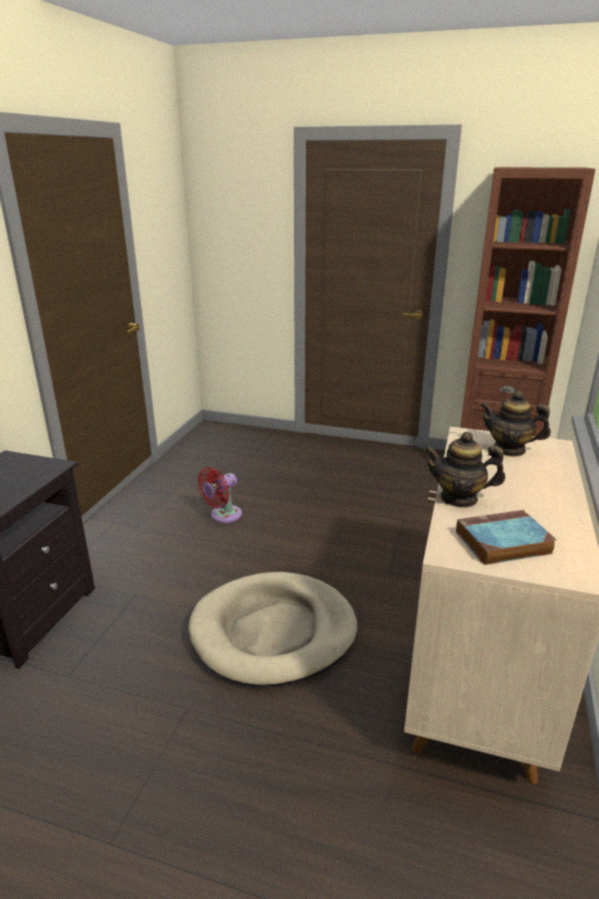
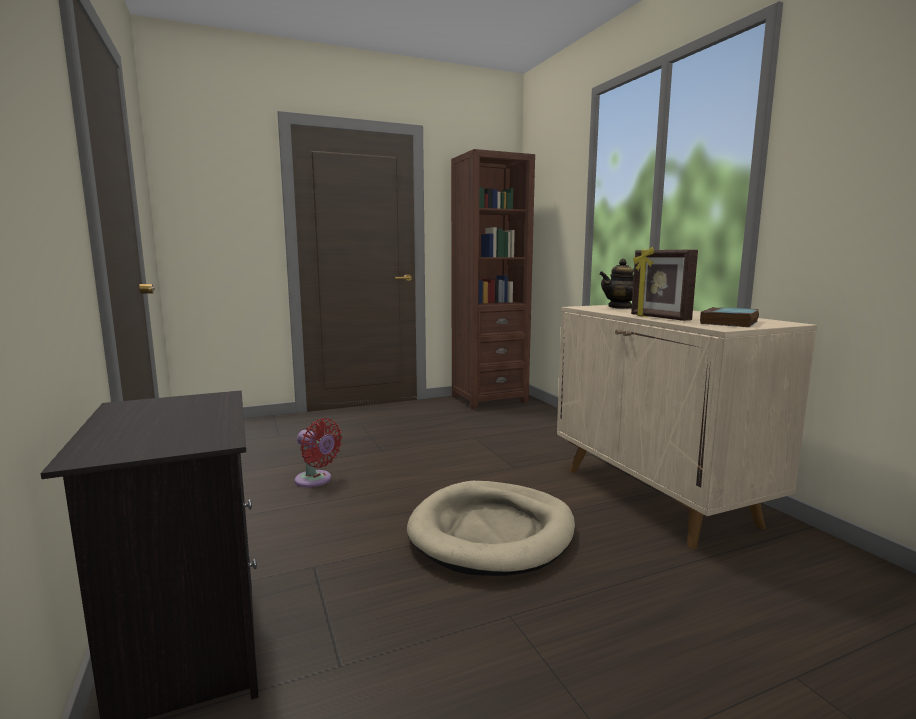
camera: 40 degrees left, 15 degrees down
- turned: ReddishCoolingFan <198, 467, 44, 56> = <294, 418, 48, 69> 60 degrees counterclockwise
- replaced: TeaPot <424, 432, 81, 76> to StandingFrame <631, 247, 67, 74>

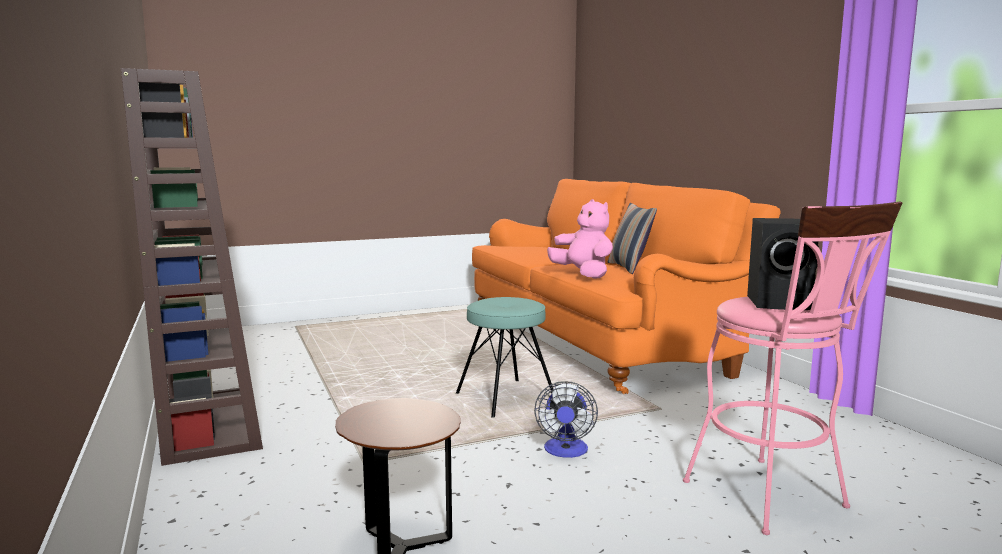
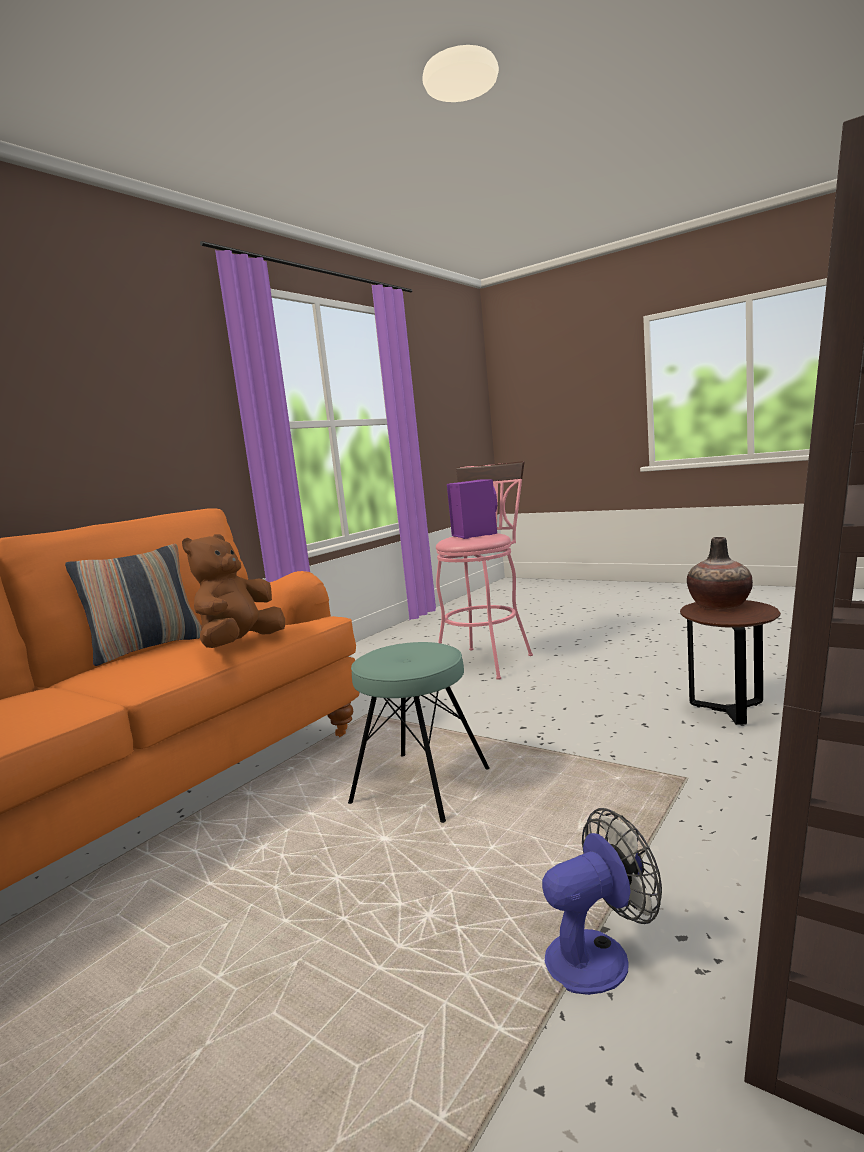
camera: 120 degrees left, 0 degrees up
- moved: CoolingFan <534, 381, 64, 77> to <542, 808, 120, 187>
- recoloured: PinkishSoftToy <547, 199, 66, 80> to BrownSoftToy <182, 534, 103, 114>
- recoloured: BlackishAudioSpeaker <747, 218, 72, 92> to PurplishAudioSpeaker <447, 479, 50, 60>
- added: Vase <687, 537, 66, 72>

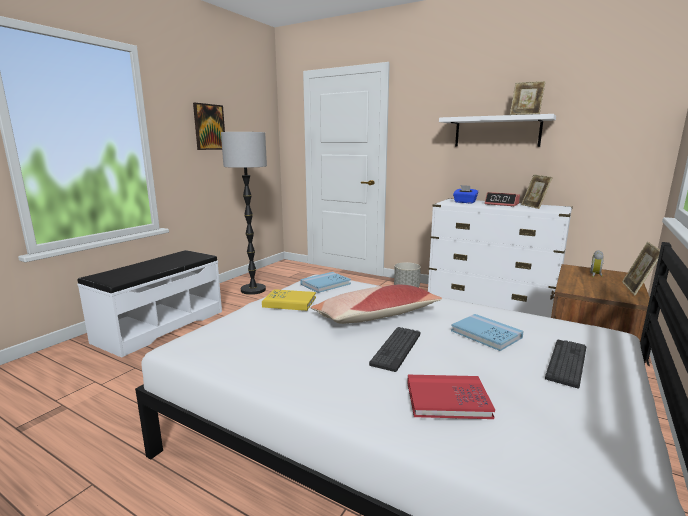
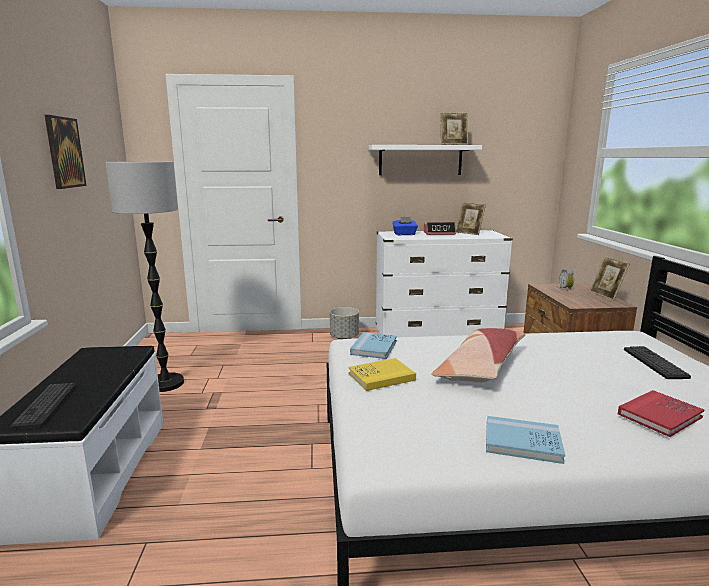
camera: 35 degrees left, 0 degrees up
- moved: Keyboard <369, 327, 51, 45> to <10, 383, 66, 46>
- moved: BlueColouredBoundBook <451, 314, 73, 37> to <486, 416, 79, 48>

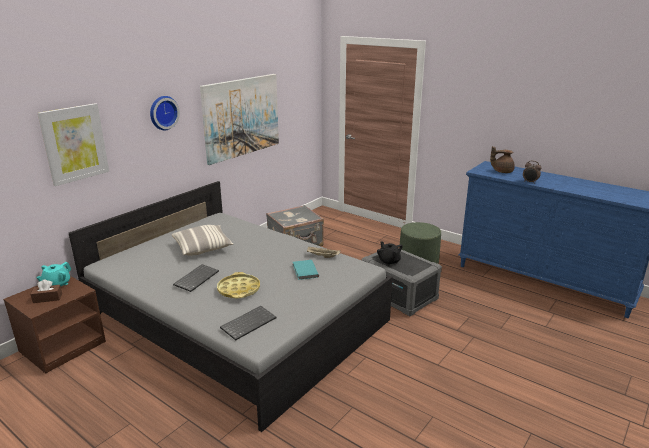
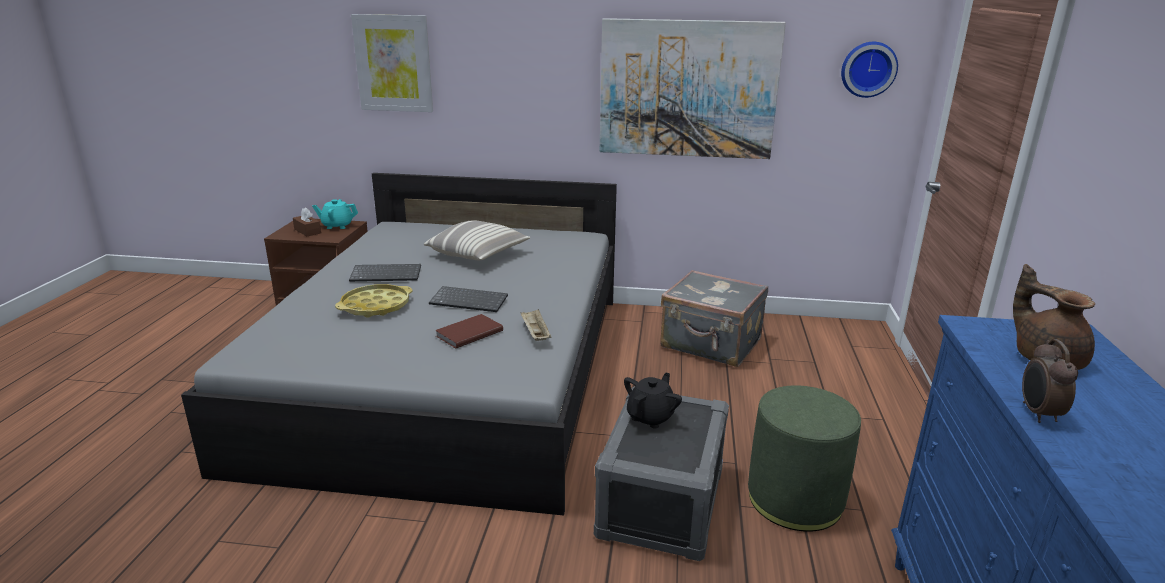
camera: 60 degrees right, 0 degrees up
- moved: ClockOnTheWall <150, 96, 30, 34> to <841, 42, 57, 56>
- moved: Keyboard <220, 306, 57, 34> to <429, 286, 79, 26>
- recoloured: BlueGreenBoundBook <293, 260, 26, 20> to BrownBoundBook <435, 314, 68, 35>

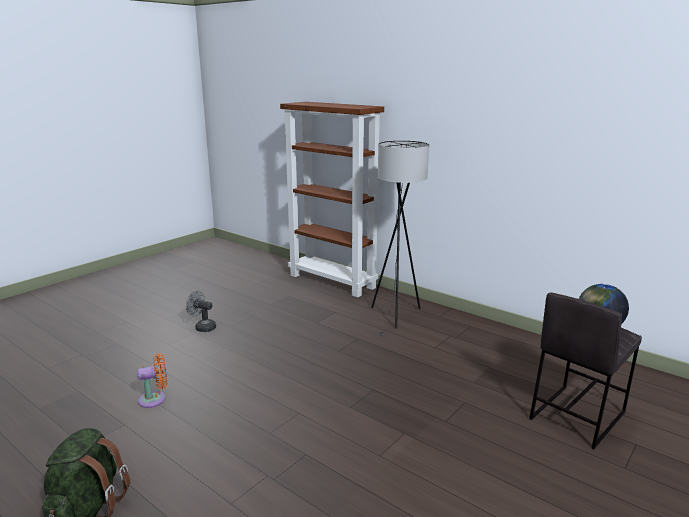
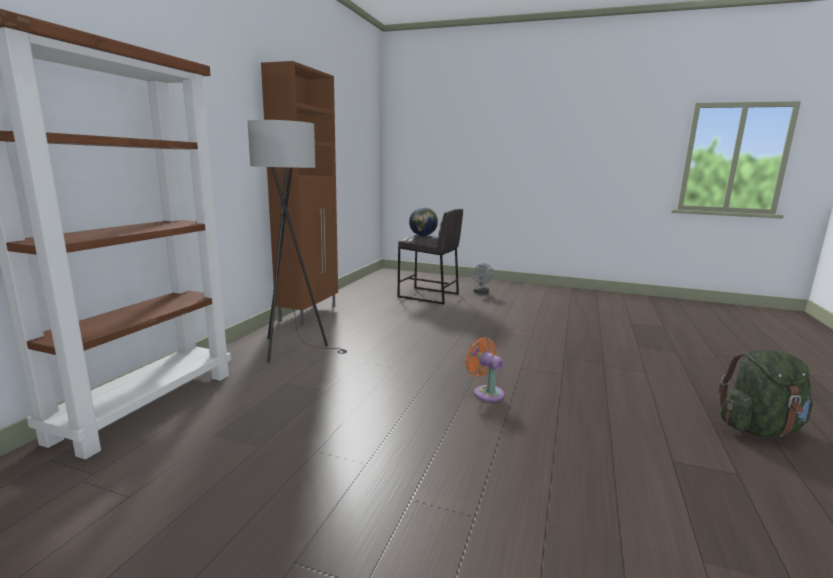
camera: 110 degrees left, 5 degrees down
- moved: OrangeyCoolingFan <137, 353, 30, 55> to <465, 337, 39, 65>
- moved: GreyCoolingFan <186, 290, 30, 42> to <473, 264, 21, 30>
- added: BrownStorageCabinet <261, 61, 77, 264>

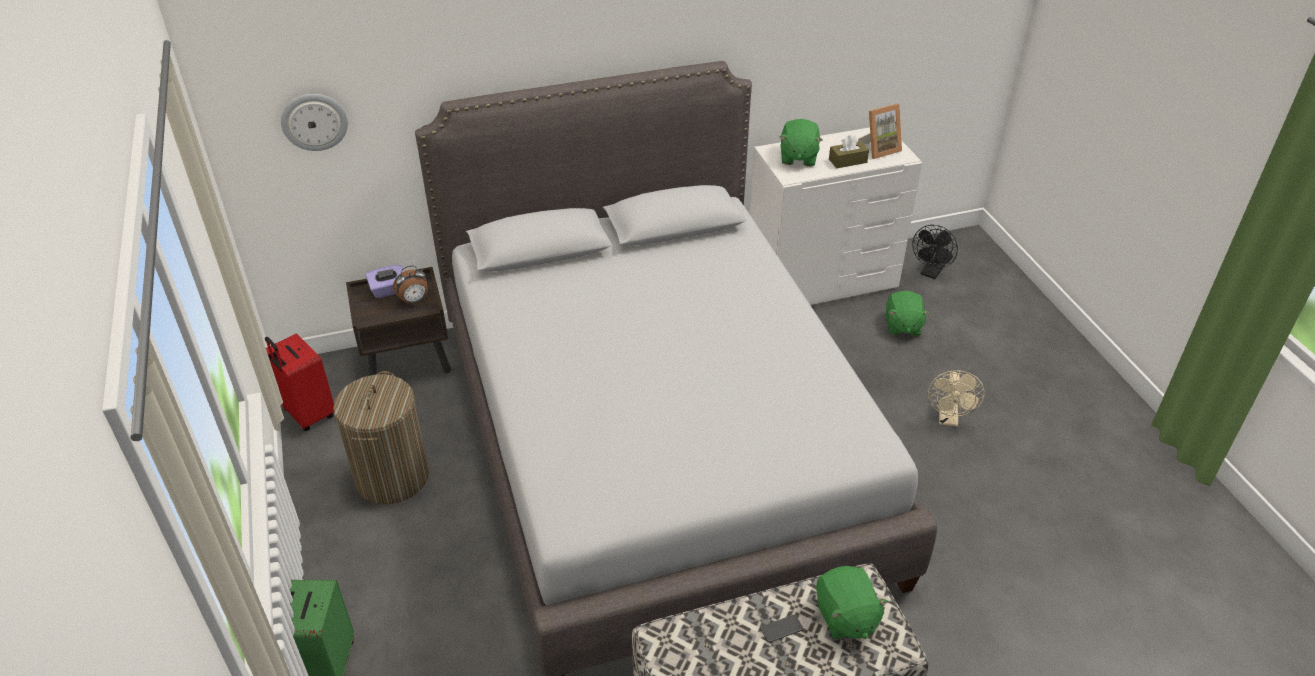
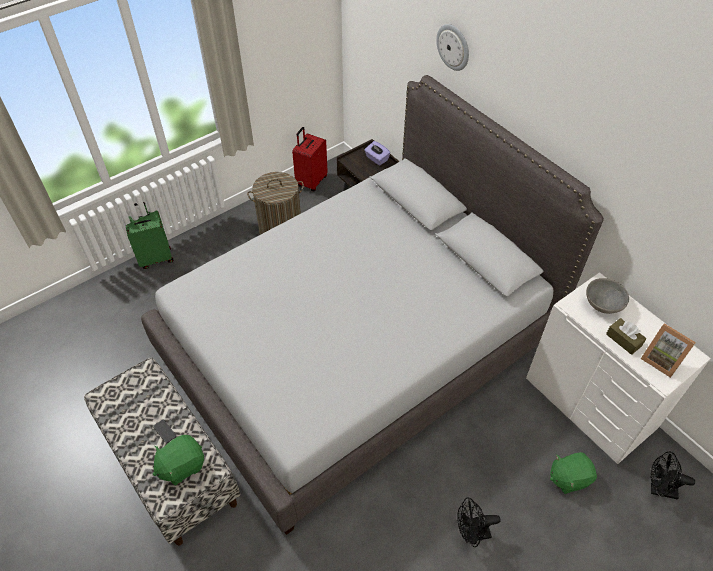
camera: 70 degrees right, 10 degrees up
- moved: ClockOnTheWall <281, 94, 67, 57> to <436, 24, 33, 47>
- removed: AlarmClock <393, 265, 35, 40>
- replaced: GreenColouredSoftToy <779, 119, 44, 47> to GreyDeepDish <586, 278, 43, 36>
- recoloured: BeigeColouredCoolingFan <928, 370, 57, 57> to BlackishCoolingFan <457, 497, 44, 50>

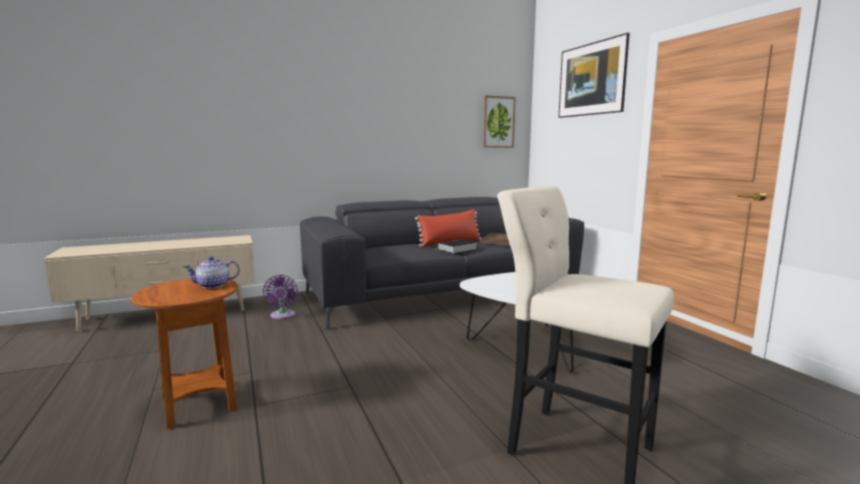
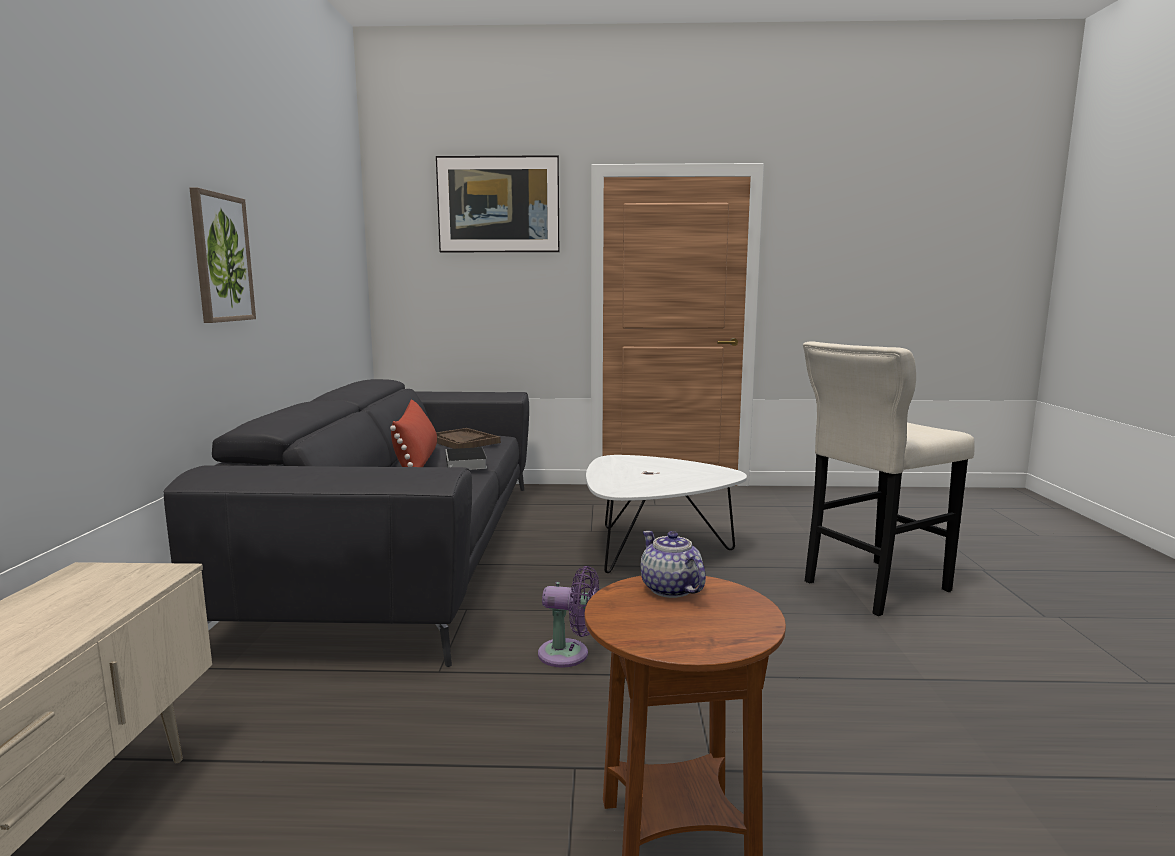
camera: 65 degrees left, 0 degrees up
- turned: TeaPot <183, 256, 57, 33> = <640, 531, 66, 67> 150 degrees clockwise
- moved: PurplishCoolingFan <263, 275, 35, 44> to <538, 566, 61, 102>
- moved: Picture <483, 95, 33, 53> to <190, 188, 66, 135>

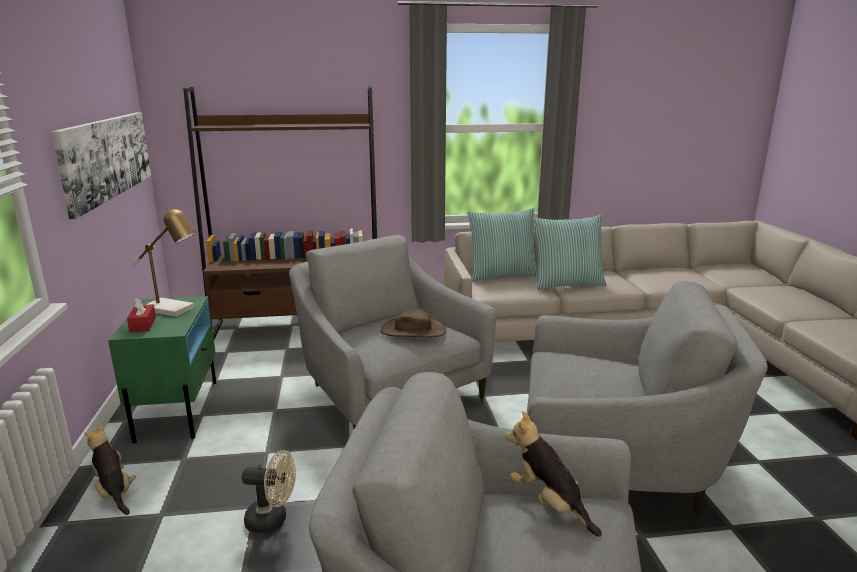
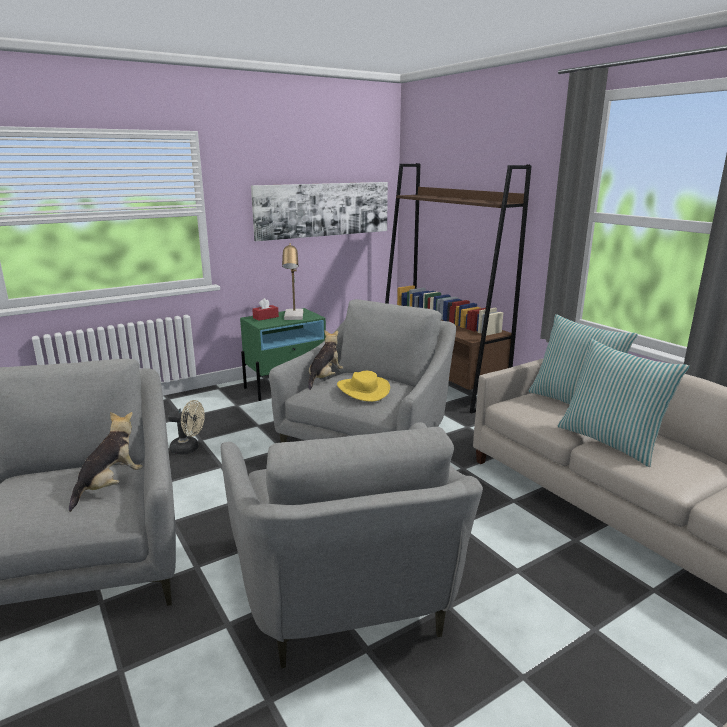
camera: 65 degrees right, 0 degrees up
- moved: SoftToy <84, 424, 52, 91> to <308, 330, 35, 60>
- turned: BeigeColouredCoolingFan <242, 450, 54, 83> = <168, 400, 37, 55> 60 degrees counterclockwise
- recoloured: BrownWearableHat <380, 309, 66, 28> to YellowColouredWearableHat <337, 371, 53, 31>

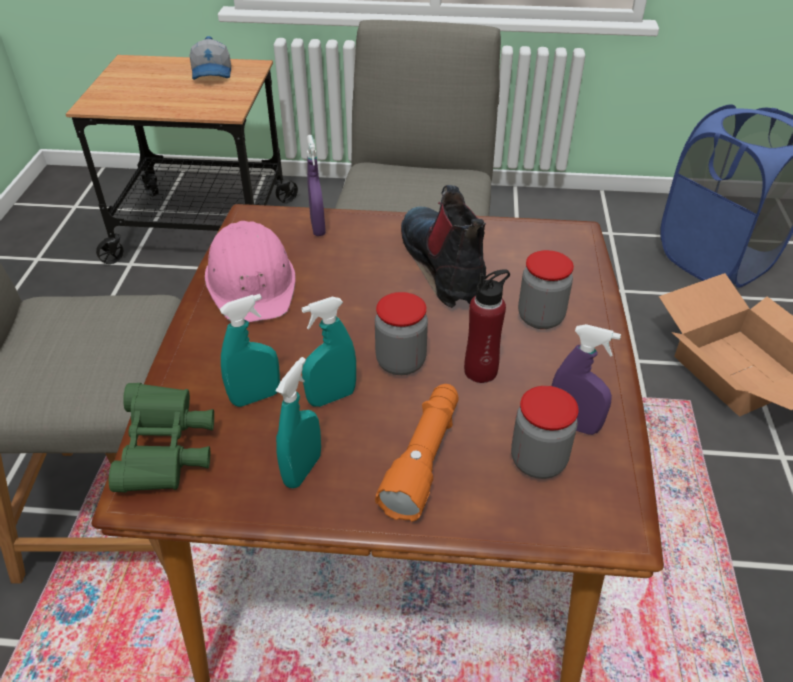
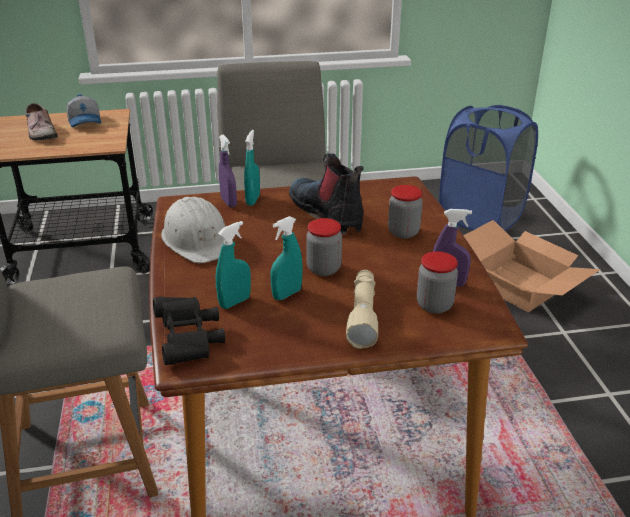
camera: 15 degrees left, 10 degrees down
- recoloured: GreenColouredFieldGlasses <109, 383, 105, 109> to BlackishFieldGlasses <153, 296, 72, 69>
- recoloured: PinkishWorkHelmet <205, 221, 91, 101> to WhitishWorkHelmet <161, 197, 64, 66>
- moved: BlueGreenHandSprayer <276, 357, 45, 131> to <244, 130, 16, 76>
- recoloured: OrangeyFlashlight <375, 384, 84, 138> to BeigeColouredFlashlight <346, 270, 32, 79>
- removed: ReddishDrinkBottle <464, 269, 46, 114>
- added: ItemOfFootwear <25, 103, 33, 37>

